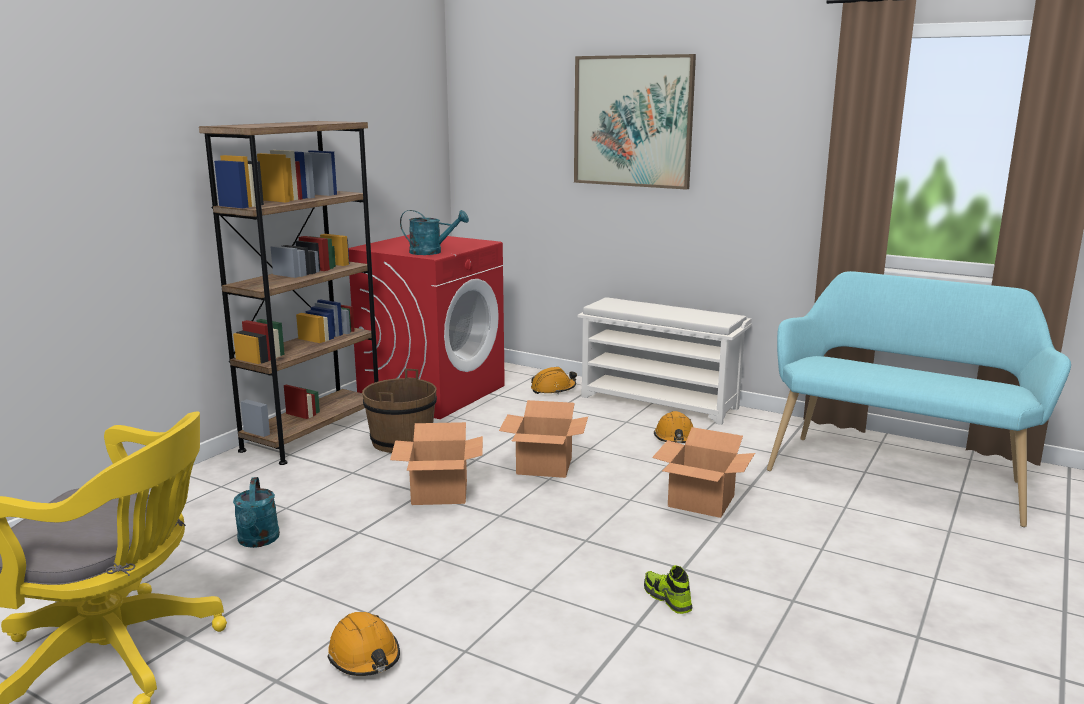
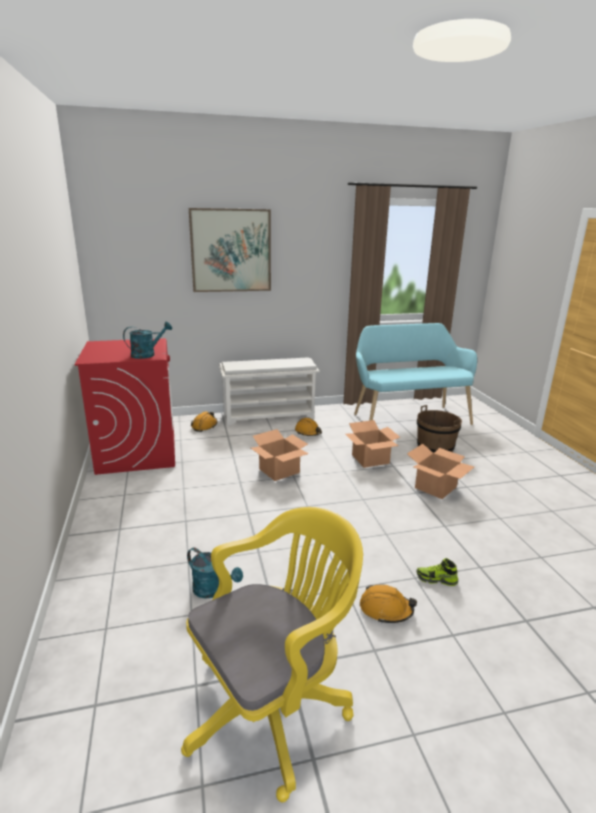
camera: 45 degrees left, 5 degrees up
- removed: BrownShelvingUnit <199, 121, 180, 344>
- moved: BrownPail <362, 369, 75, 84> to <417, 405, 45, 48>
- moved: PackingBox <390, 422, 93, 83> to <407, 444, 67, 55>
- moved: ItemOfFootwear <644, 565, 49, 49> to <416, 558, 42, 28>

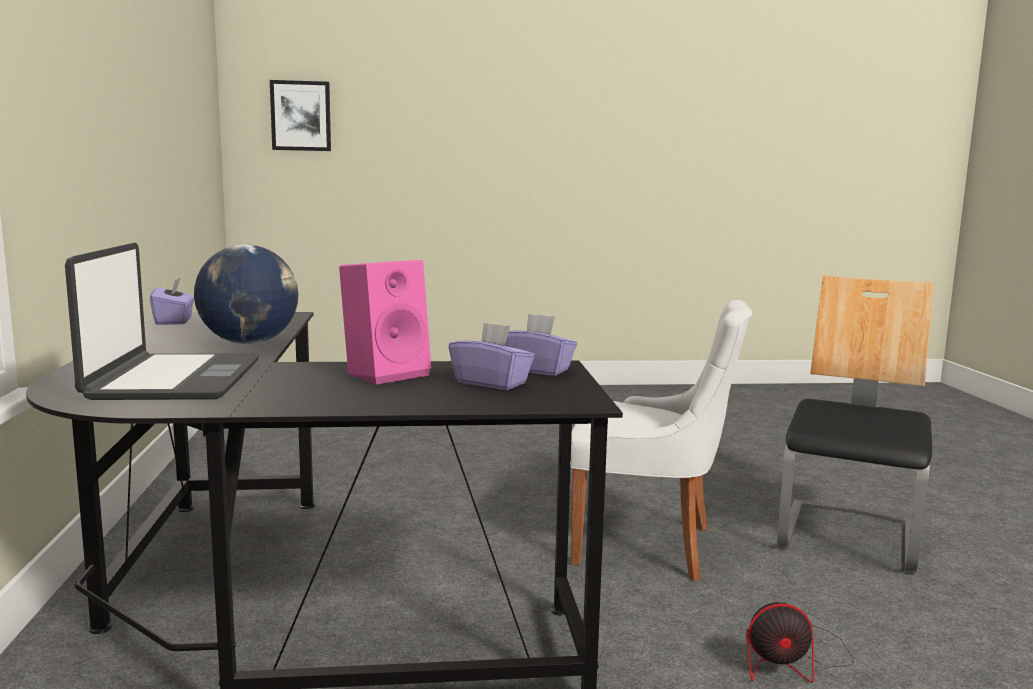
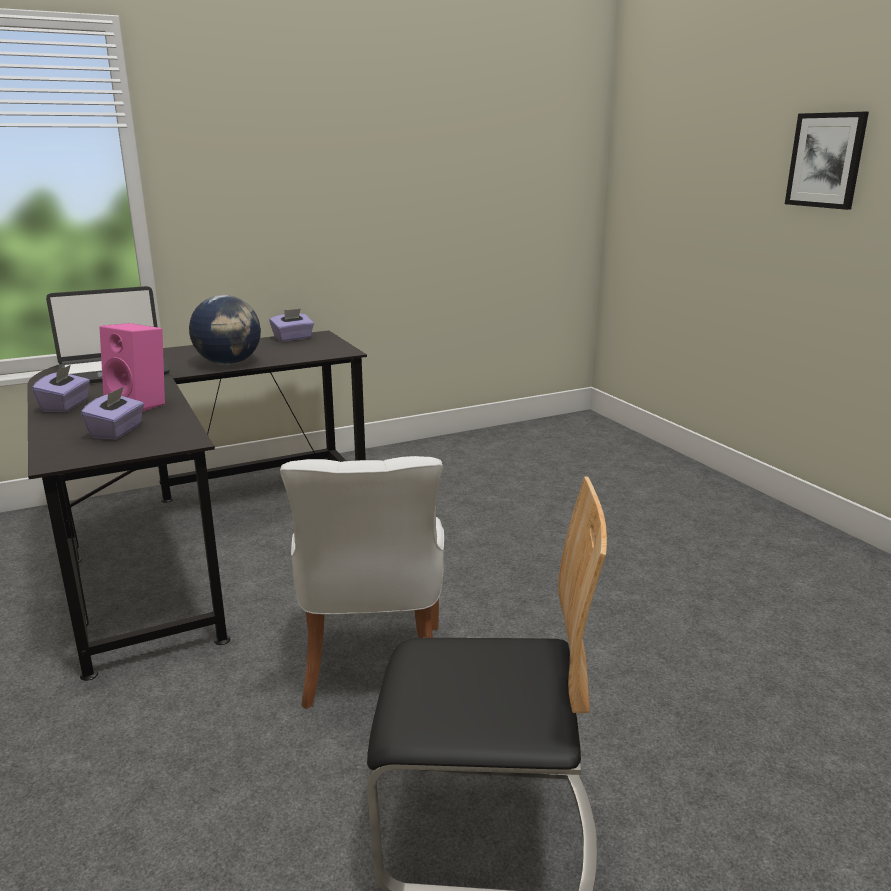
camera: 70 degrees right, 10 degrees up
- moved: Picture <270, 80, 61, 71> to <785, 112, 84, 98>
- moved: PurplishTissueBox <505, 313, 72, 63> to <32, 365, 58, 47>
- removed: CoolingFan <746, 602, 108, 81>

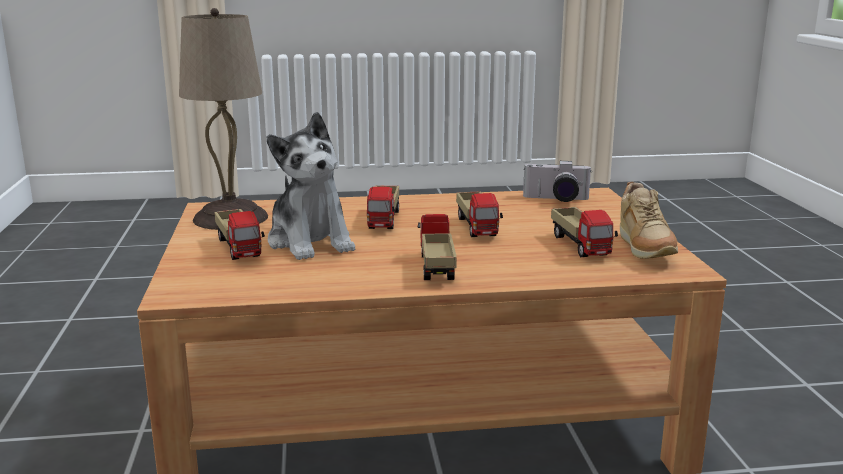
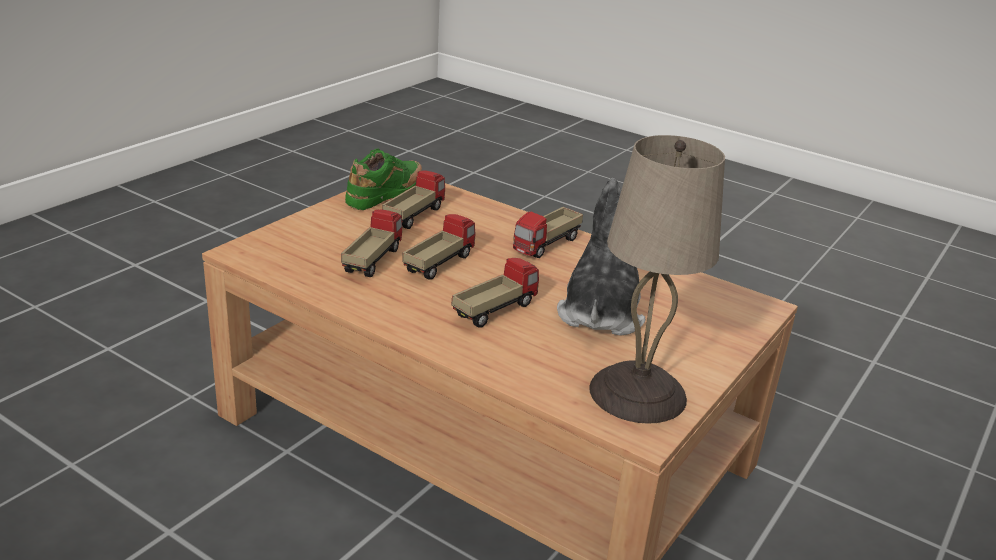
camera: 140 degrees left, 10 degrees up
- moved: ModelTruck <214, 209, 51, 51> to <341, 209, 61, 68>
- removed: PhotoCamera <523, 161, 69, 41>
- recoloured: BeigeColouredItemOfFootwear <620, 182, 58, 77> to GreenColouredItemOfFootwear <345, 149, 77, 61>

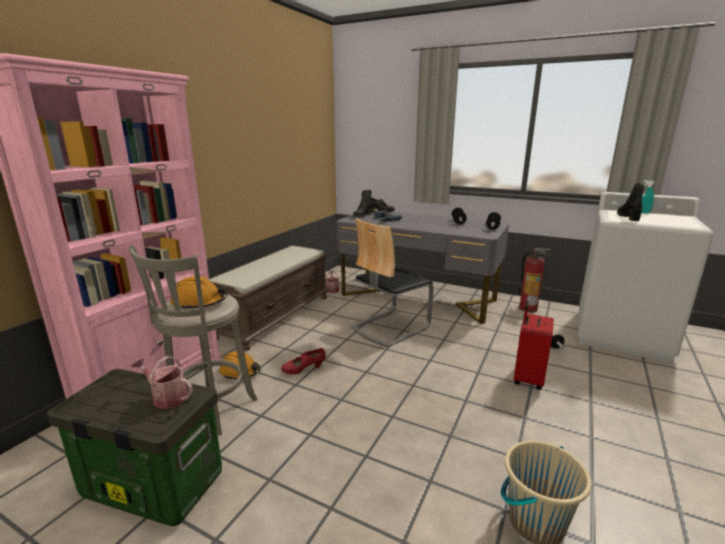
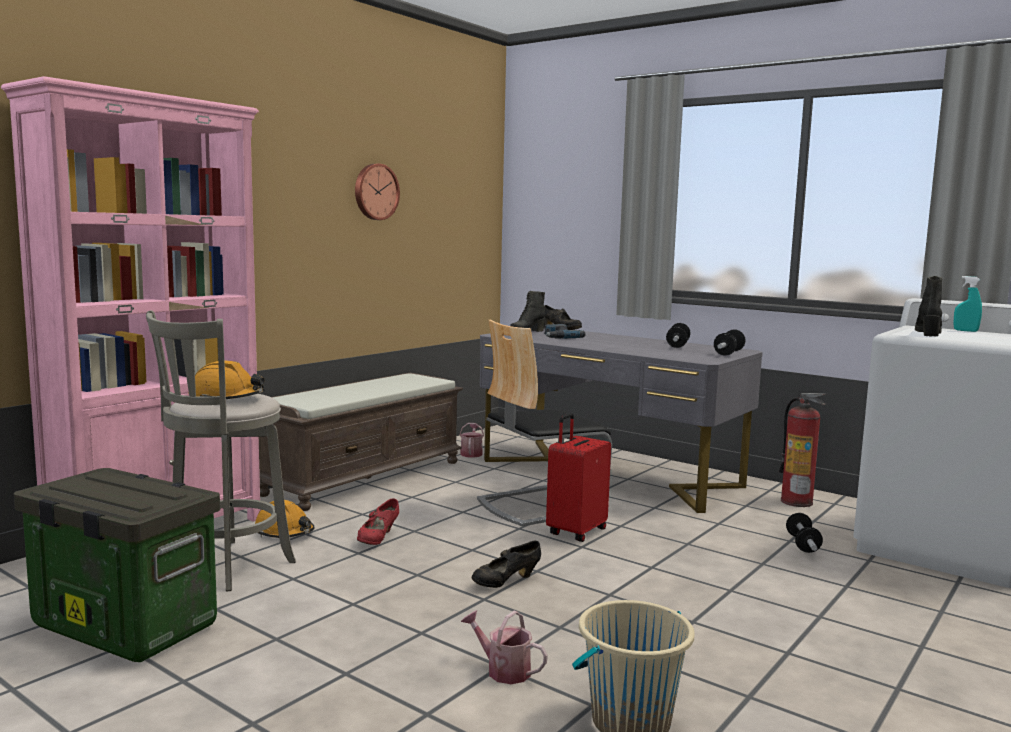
camera: 10 degrees right, 10 degrees down
- moved: WateringCan <132, 356, 61, 53> to <461, 610, 87, 74>
- turned: ReddishItemOfFootwear <281, 348, 45, 27> = <357, 498, 42, 47> 60 degrees counterclockwise
- moved: ReddishPieceOfLuggage <514, 301, 40, 89> to <546, 413, 65, 129>
- added: ClockOnTheWall <355, 164, 45, 56>
- added: BlackishItemOfFootwear <472, 541, 69, 47>

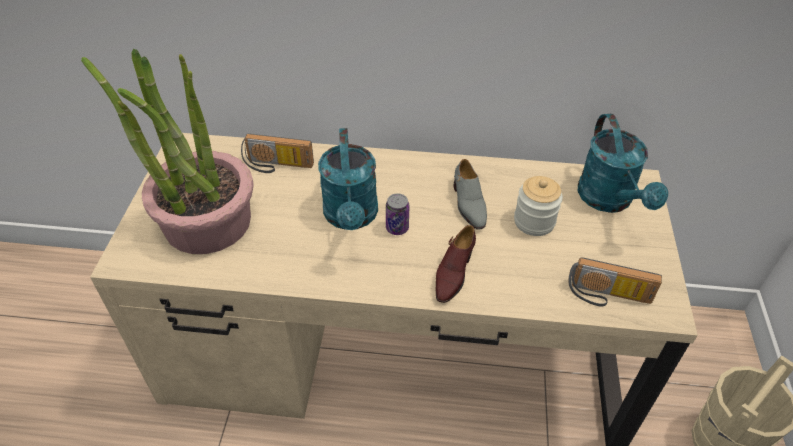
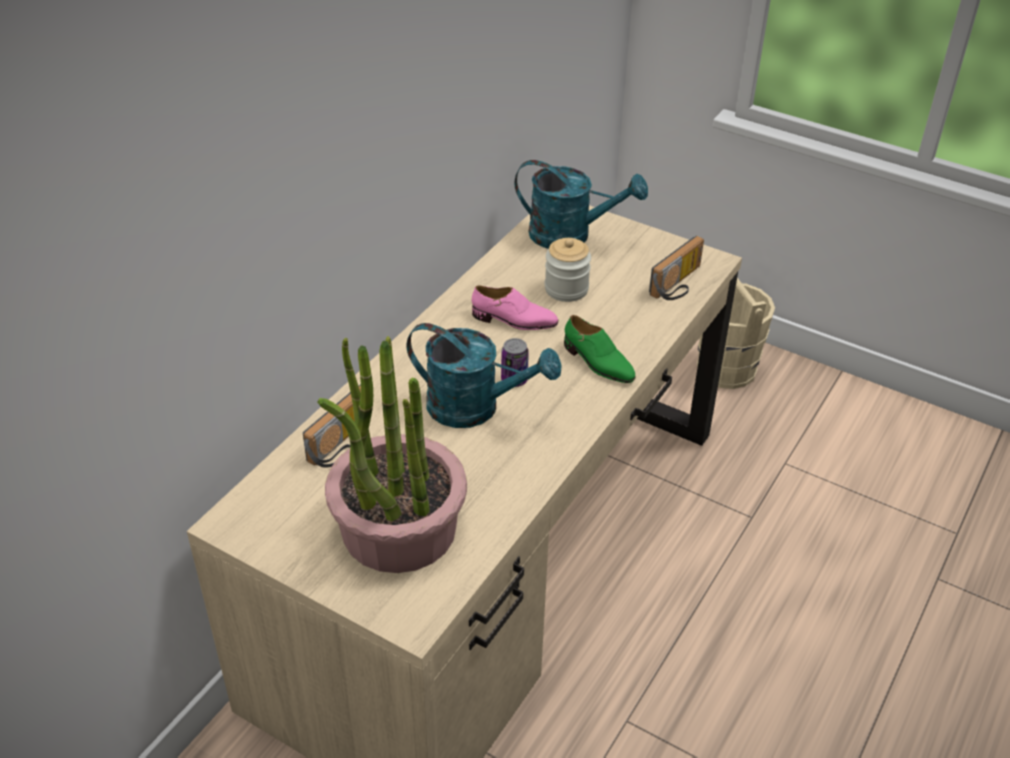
camera: 65 degrees left, 5 degrees down
- recoloured: BrownItemOfFootwear <436, 225, 40, 78> to GreenColouredItemOfFootwear <564, 315, 72, 68>
- recoloured: GreyItemOfFootwear <454, 159, 33, 71> to PinkishItemOfFootwear <472, 285, 86, 45>

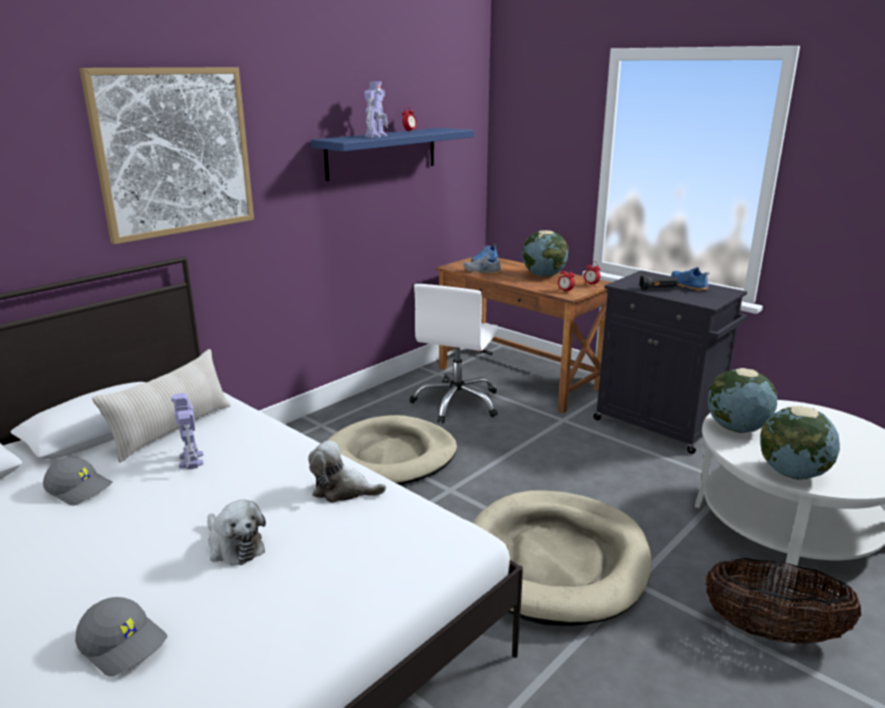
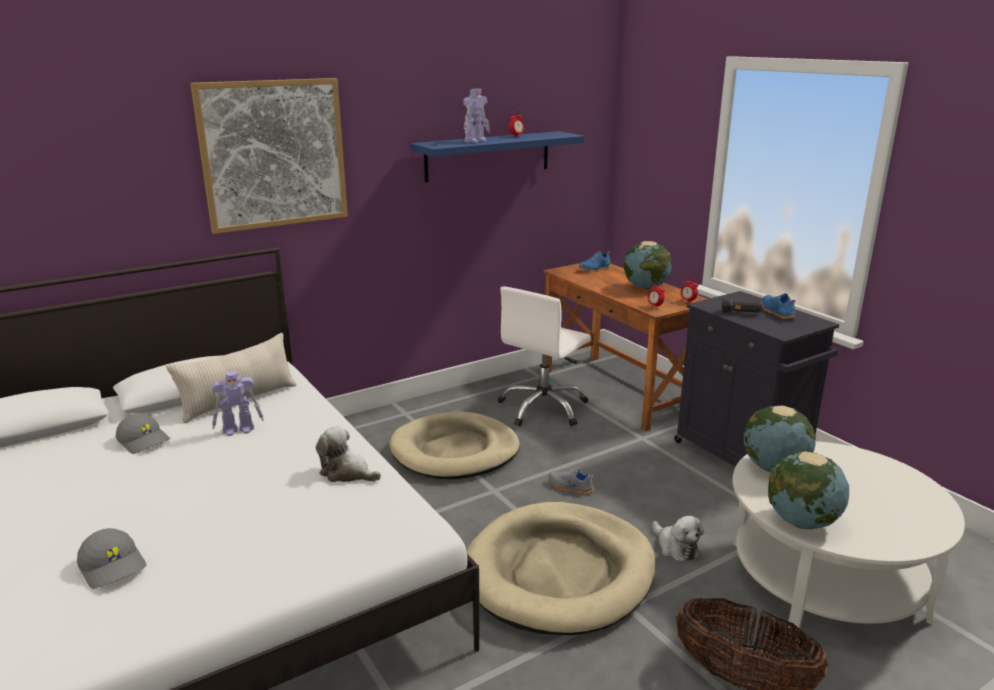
camera: 15 degrees right, 0 degrees up
- turned: ModelRobot <171, 393, 32, 77> = <212, 371, 52, 65> 105 degrees counterclockwise
- moved: SoftToy <207, 499, 59, 67> to <652, 516, 52, 46>
- moved: GreyItemOfFootwear <463, 255, 39, 19> to <548, 469, 46, 26>

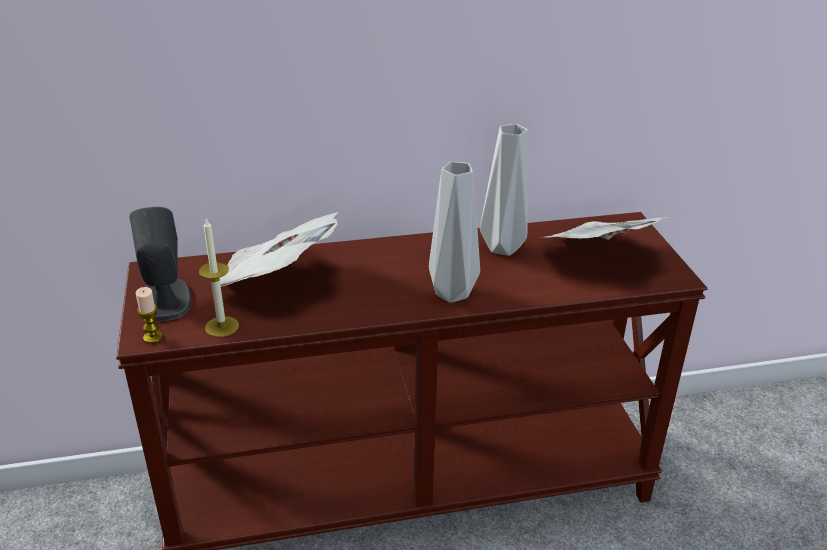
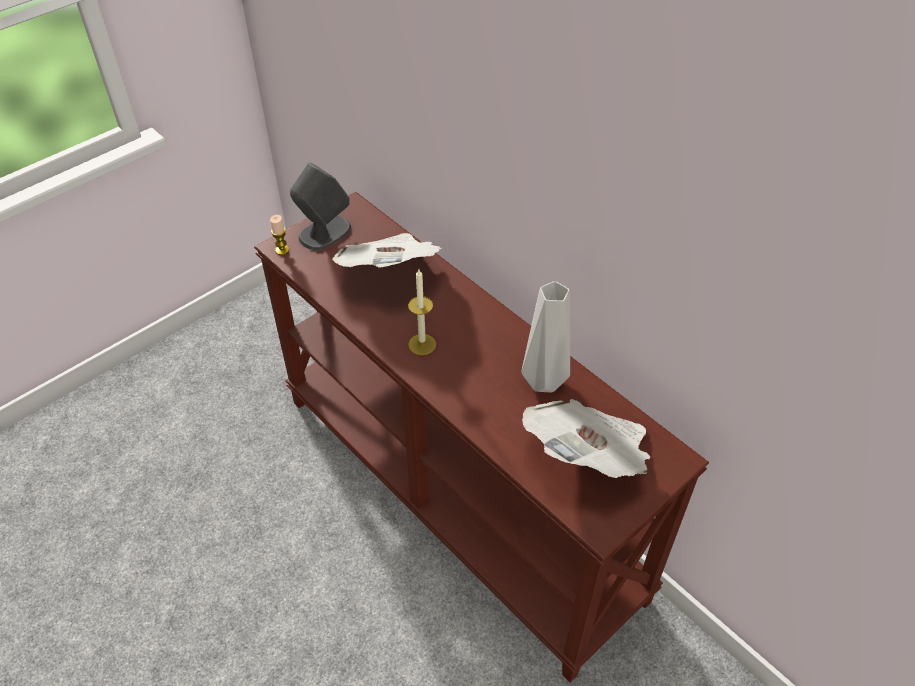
camera: 60 degrees right, 15 degrees up
- moved: Candle <199, 217, 40, 120> to <408, 270, 28, 85>
- removed: GreyVase <429, 161, 51, 142>

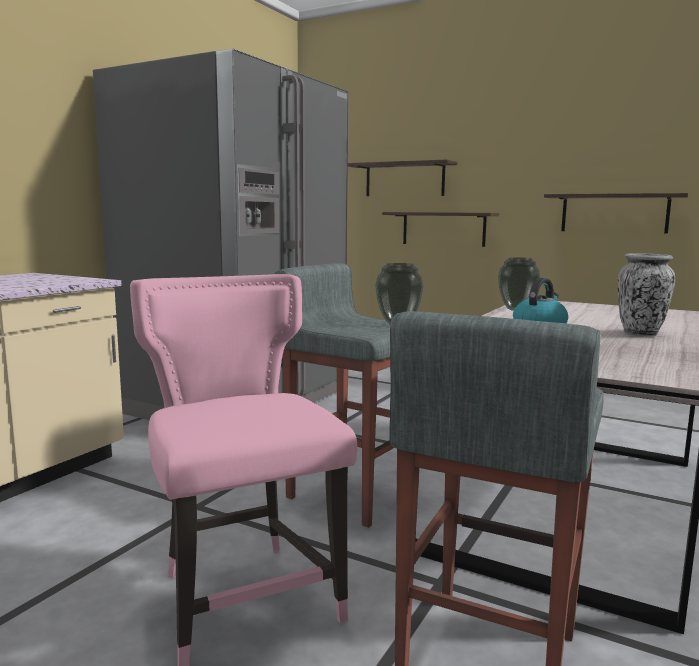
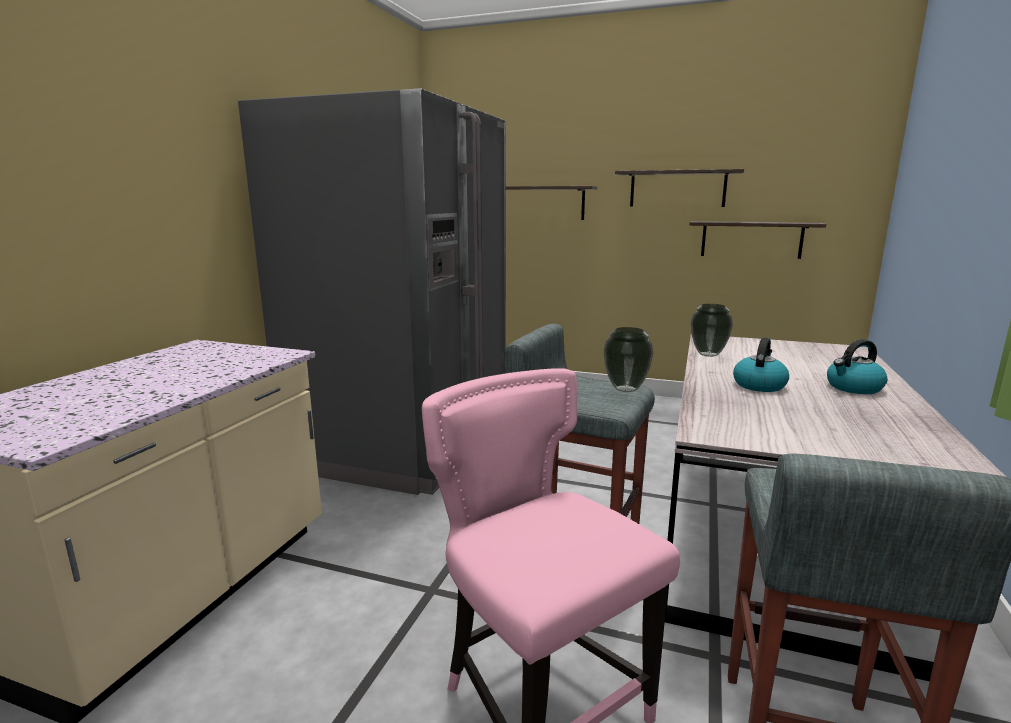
camera: 10 degrees left, 5 degrees up
- moved: WallShelf <382, 212, 117, 35> to <615, 169, 129, 38>
- replaced: Vase <618, 253, 57, 83> to TeaKettle <827, 339, 61, 55>

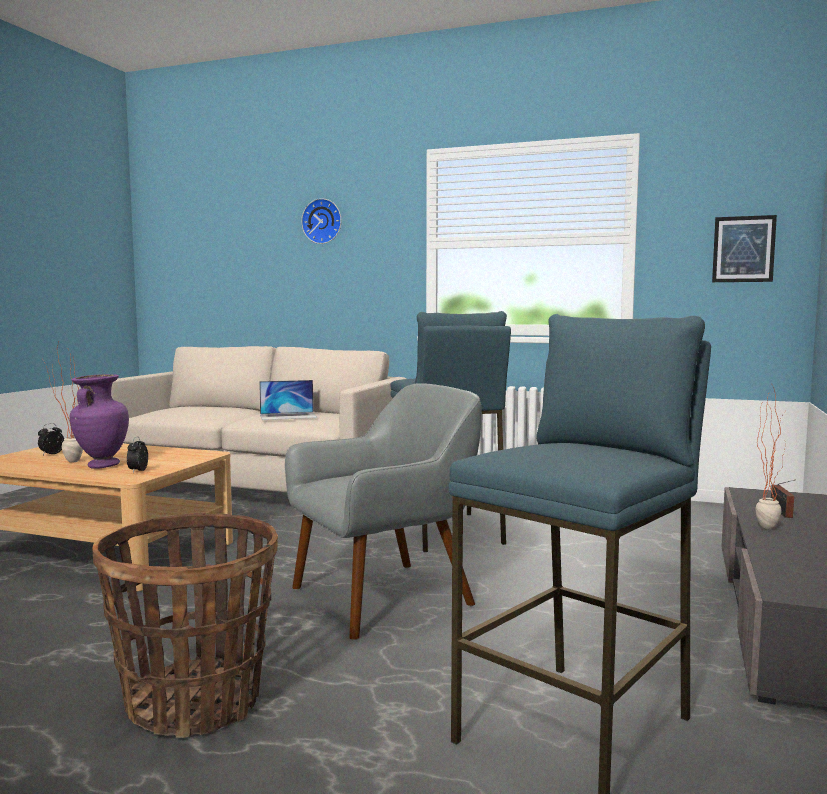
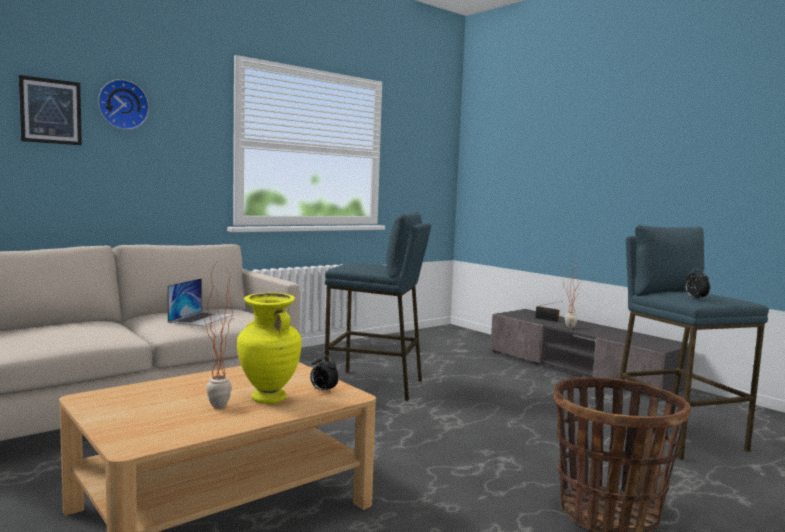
camera: 60 degrees left, 0 degrees up
- moved: AlarmClock <38, 423, 26, 32> to <685, 269, 25, 30>
- recoloured: PurplishVase <70, 374, 59, 95> to YellowColouredVase <237, 293, 65, 111>
- removed: GreyLoungeChair <285, 383, 197, 258>
- moved: Picture <712, 215, 65, 67> to <19, 75, 63, 70>

